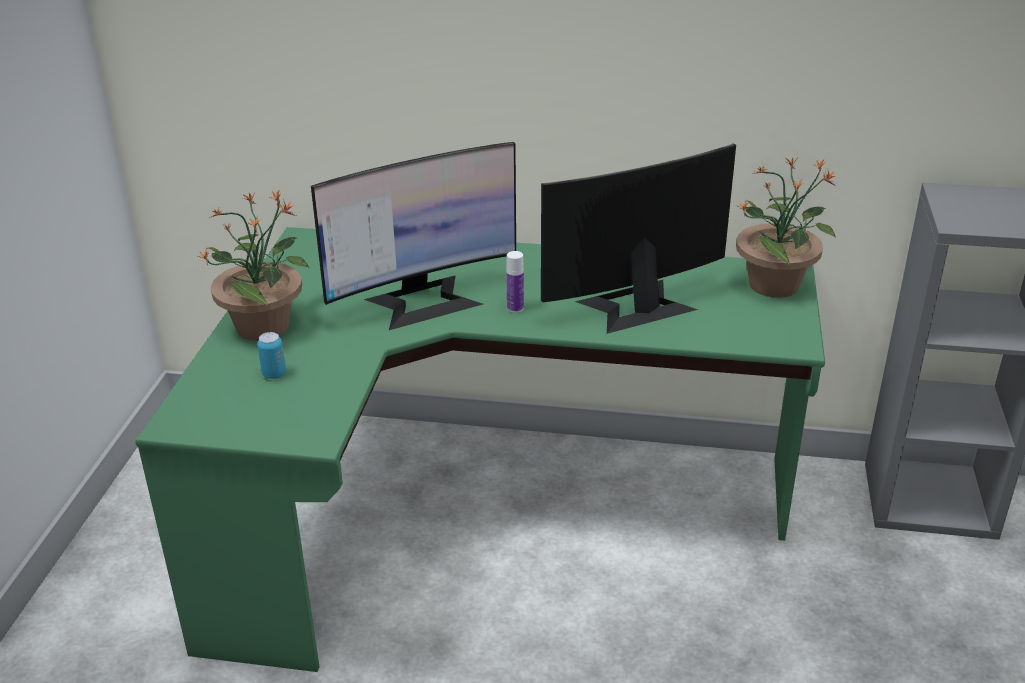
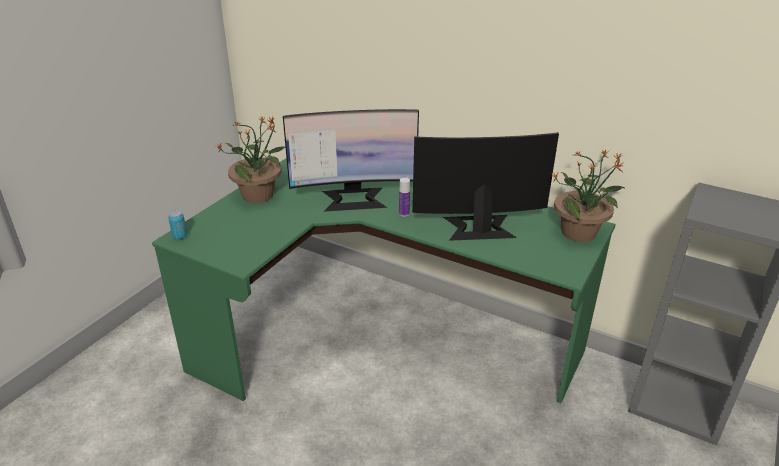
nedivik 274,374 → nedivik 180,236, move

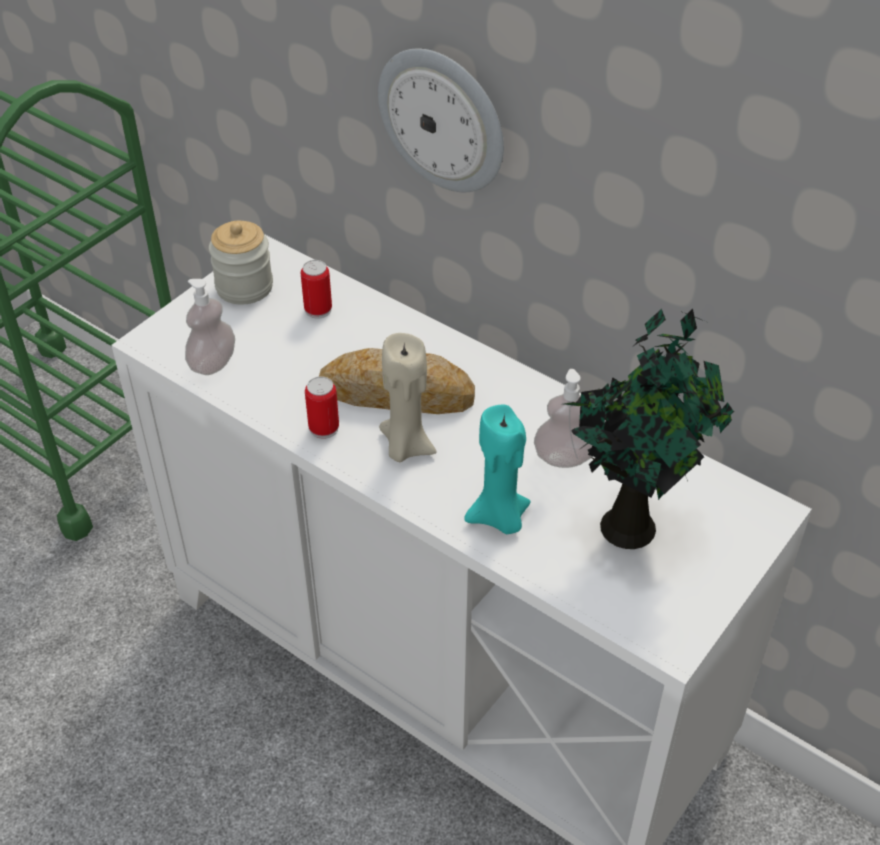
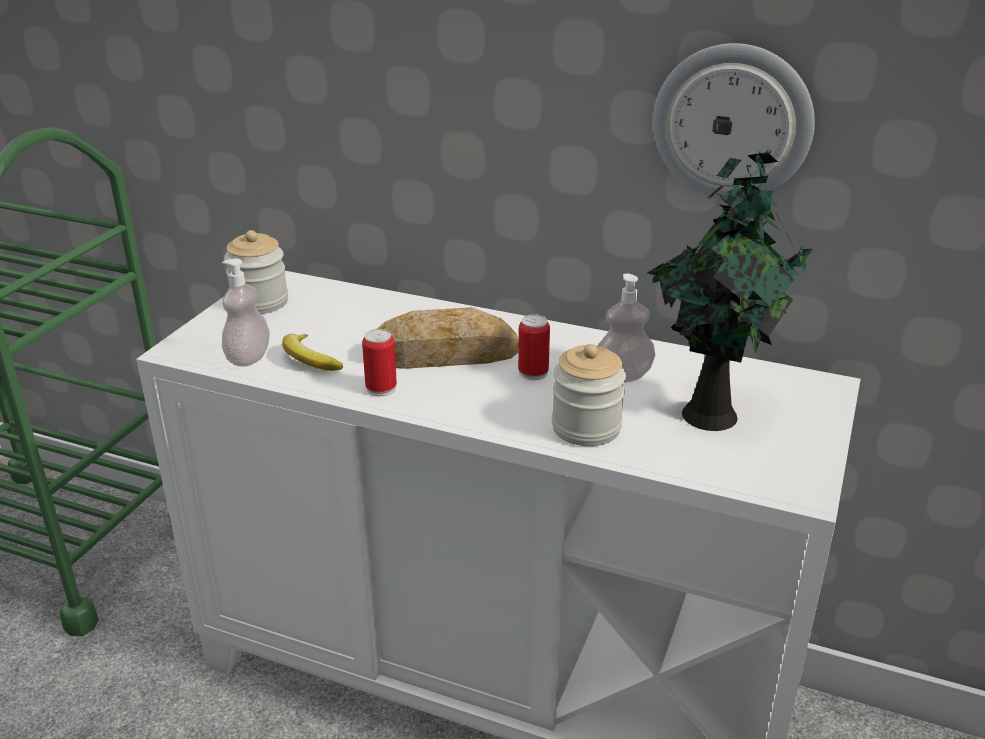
- → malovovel 309,359
nedivik 318,309 → nedivik 533,372, move
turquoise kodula 499,518 → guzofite 586,427
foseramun 443,119 → foseramun 732,123, move
beige kodula 405,447 → -

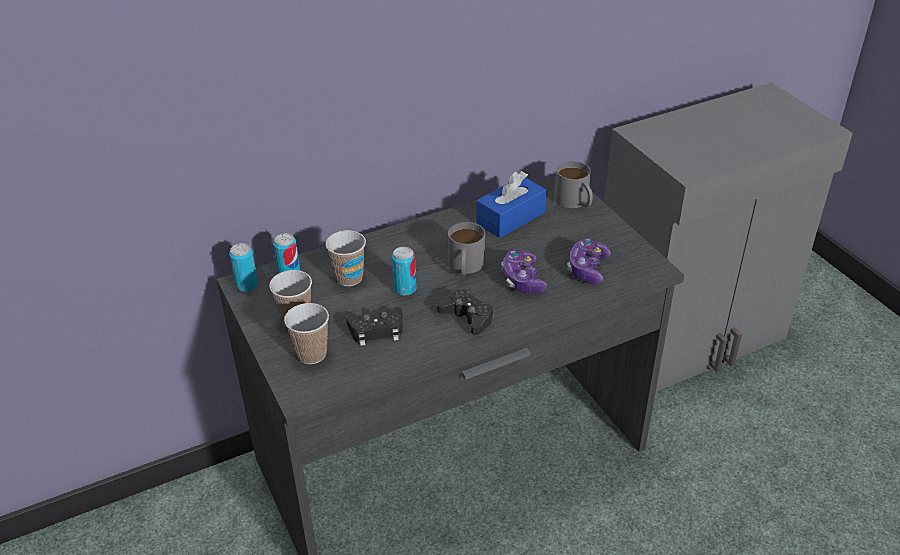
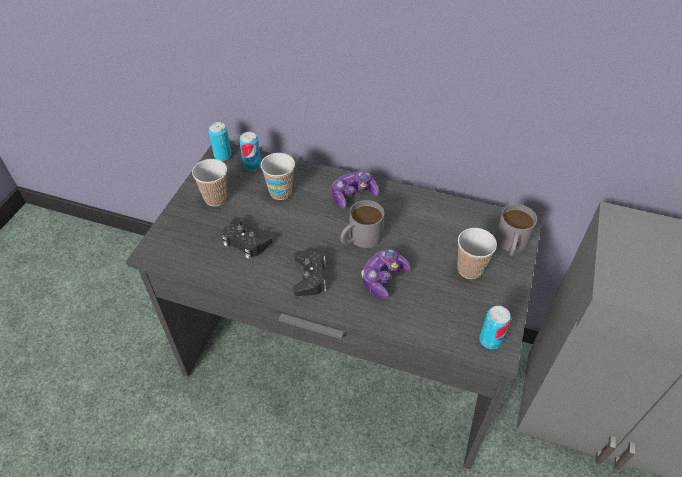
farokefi 587,269 → farokefi 353,195, move
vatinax 312,354 → vatinax 469,269, move
nedivik 405,289 → nedivik 490,340, move
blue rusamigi 510,218 → -

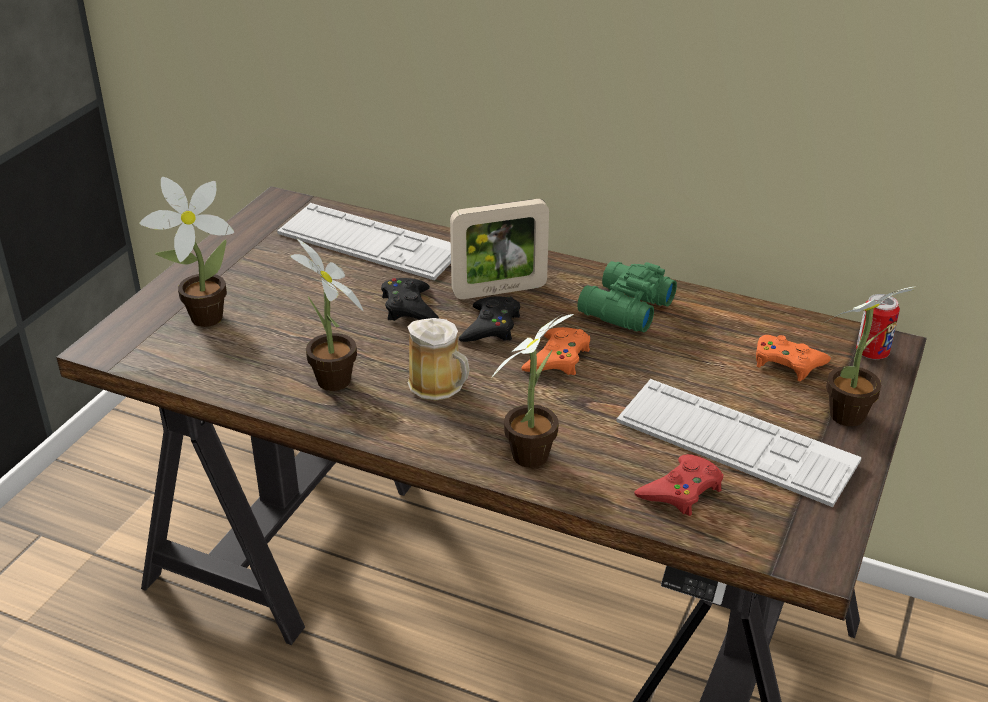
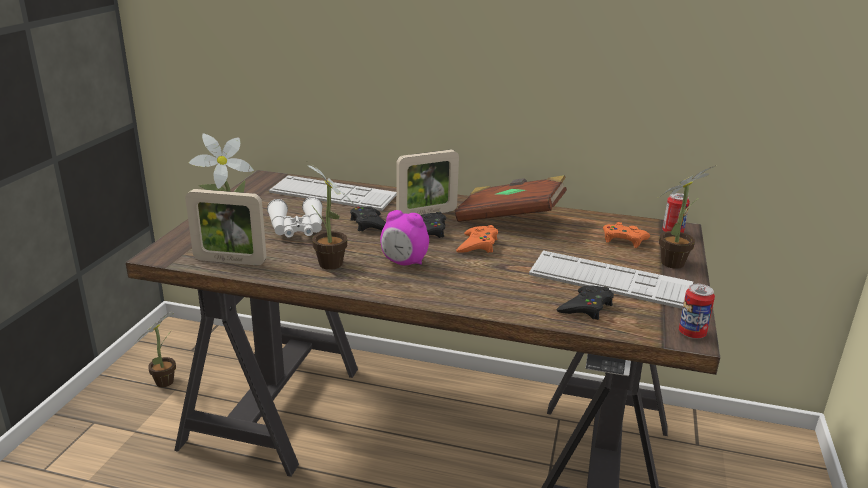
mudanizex 535,452 → mudanizex 167,380, move
- → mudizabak 230,261
- → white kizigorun 297,229
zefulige 439,385 → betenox 404,263
green kizigorun 623,308 → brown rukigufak 510,219
red farokefi 681,491 → black farokefi 586,307
- → nedivik 692,333

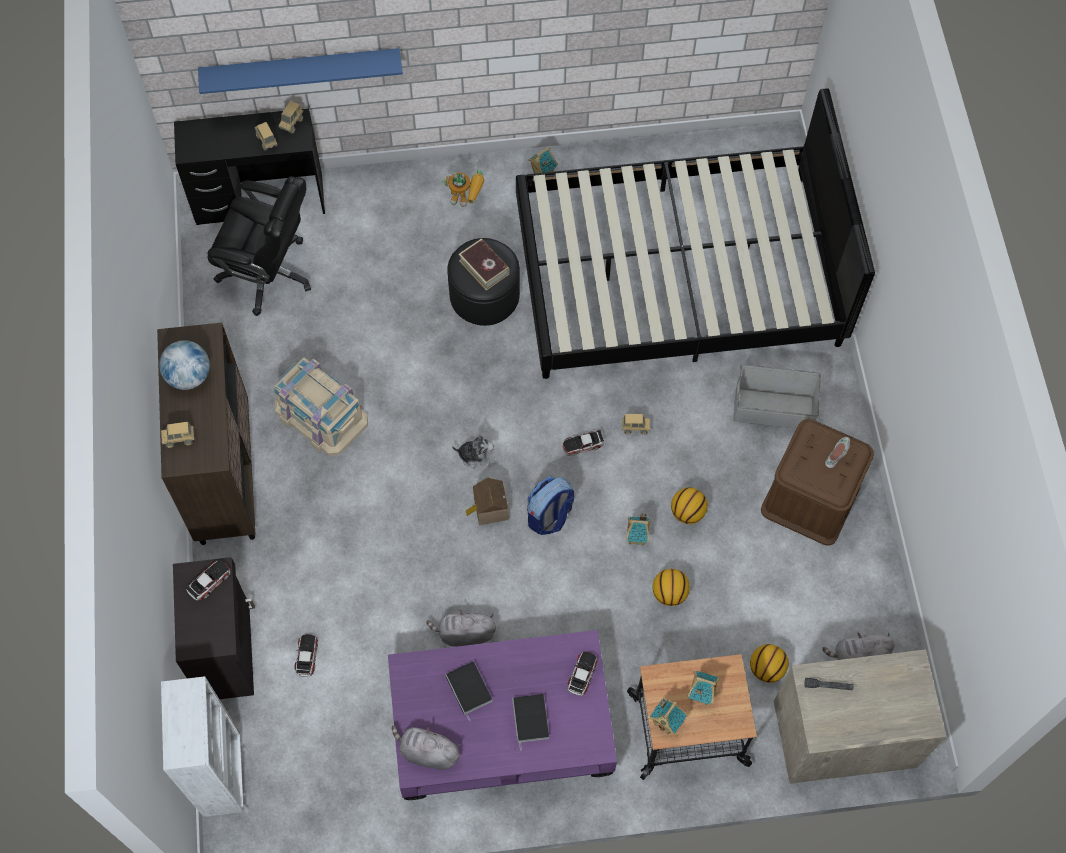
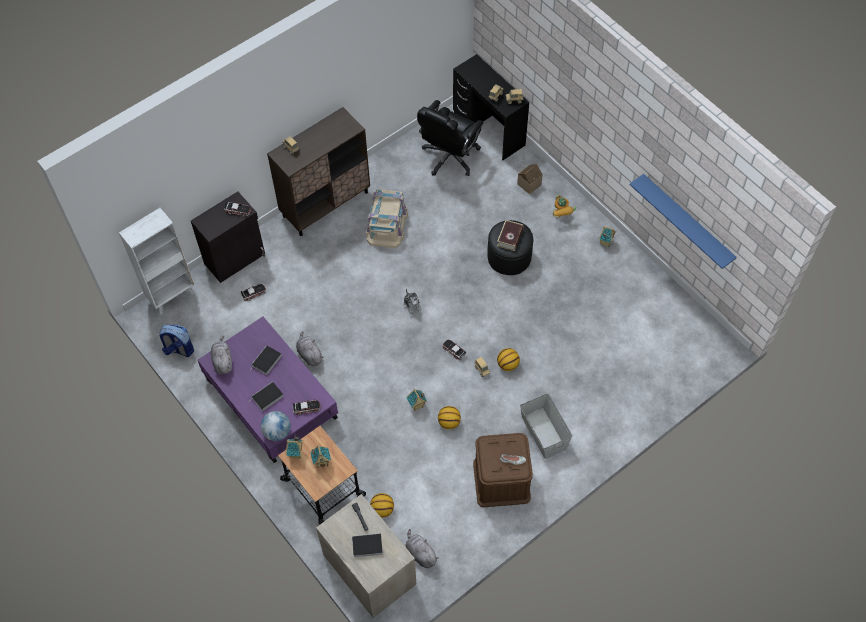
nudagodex 549,516 → nudagodex 179,349, move
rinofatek 189,376 → rinofatek 277,432, move
- → rukigufak 366,546
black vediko 268,273 → black vediko 449,157, 45 degrees clockwise
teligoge 669,593 → teligoge 508,365, move
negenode 489,509 → negenode 528,184, move
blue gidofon 301,68 → blue gidofon 687,221, move
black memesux 678,276 → -

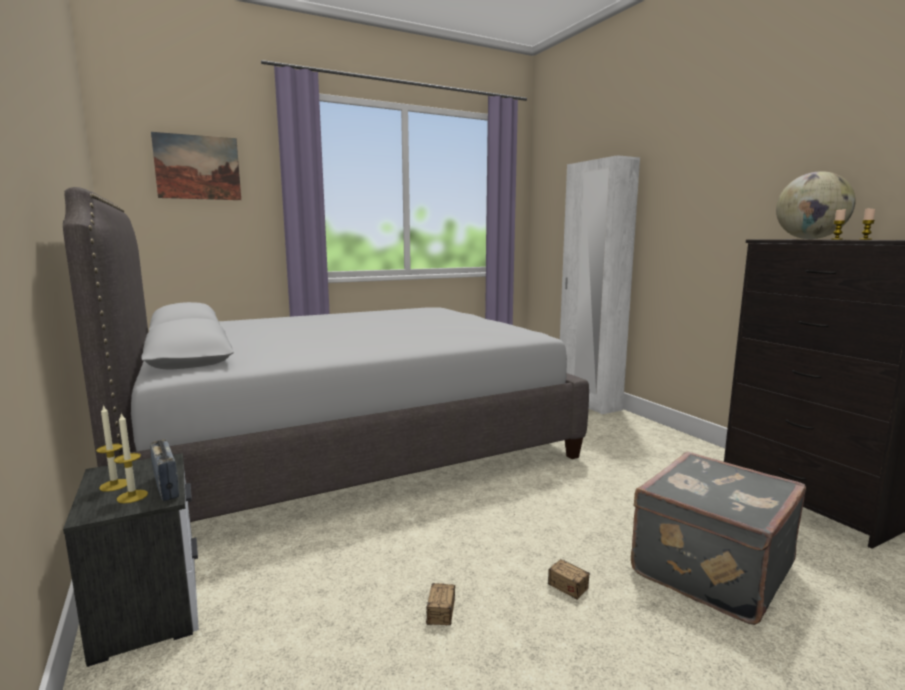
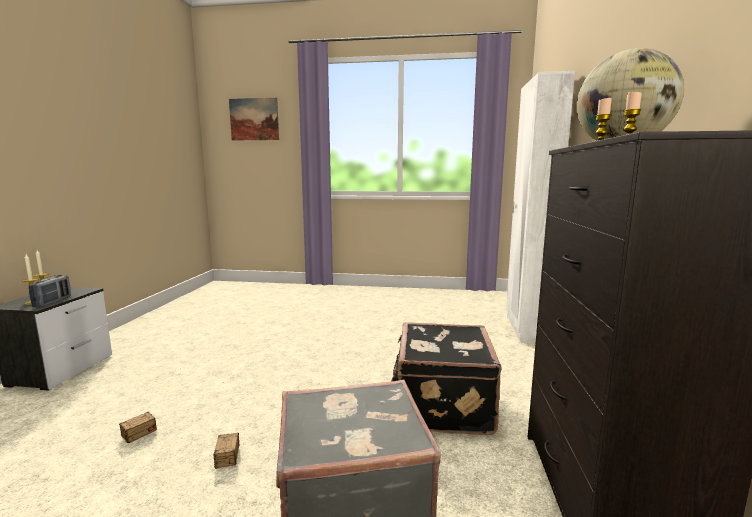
- → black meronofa 441,405
grey memesux 346,445 → -

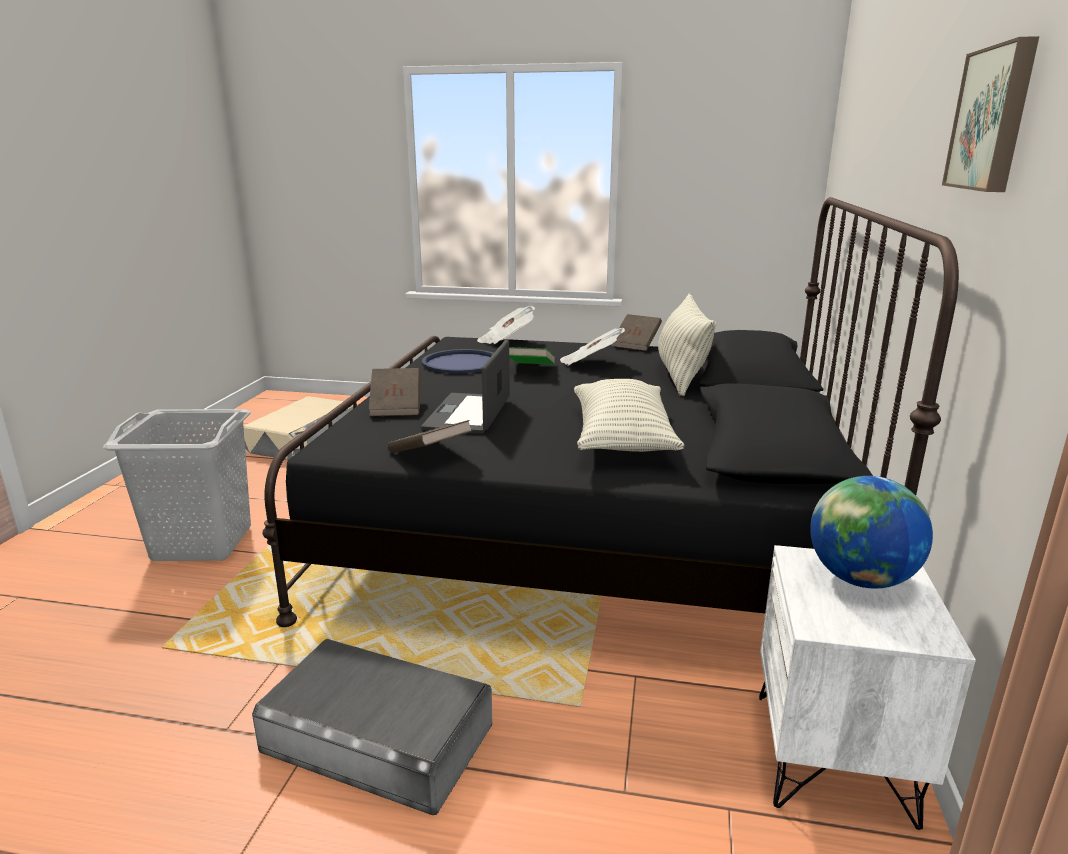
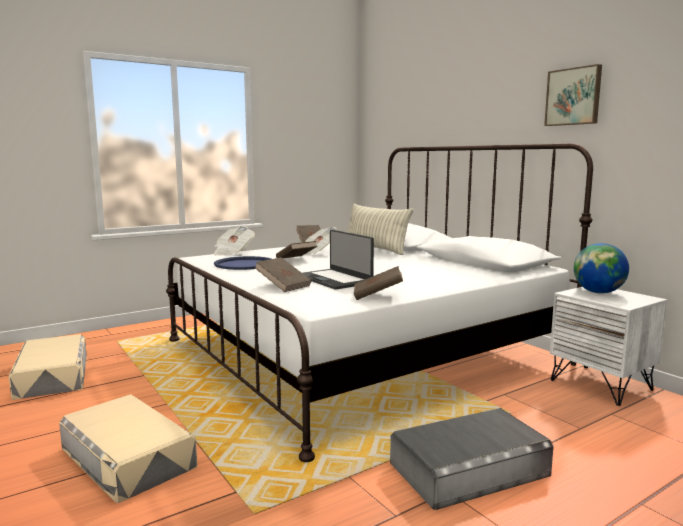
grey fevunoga 202,543 → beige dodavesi 127,457
black memesux 591,524 → white memesux 361,351
green rukigufak 530,369 → brown rukigufak 296,260
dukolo 622,438 → -

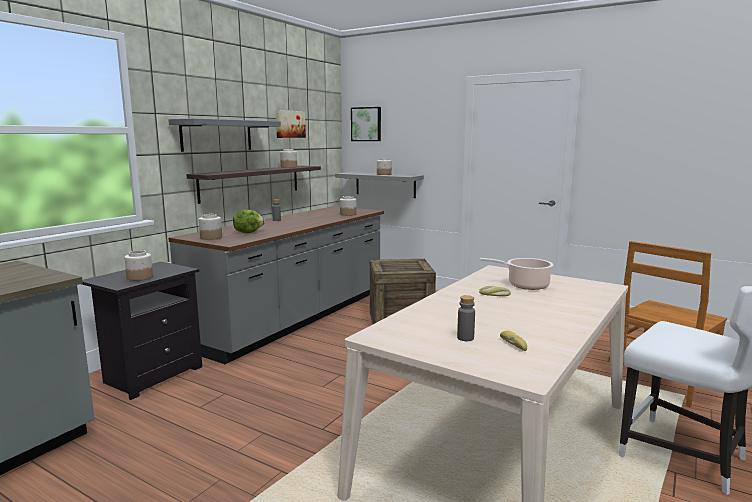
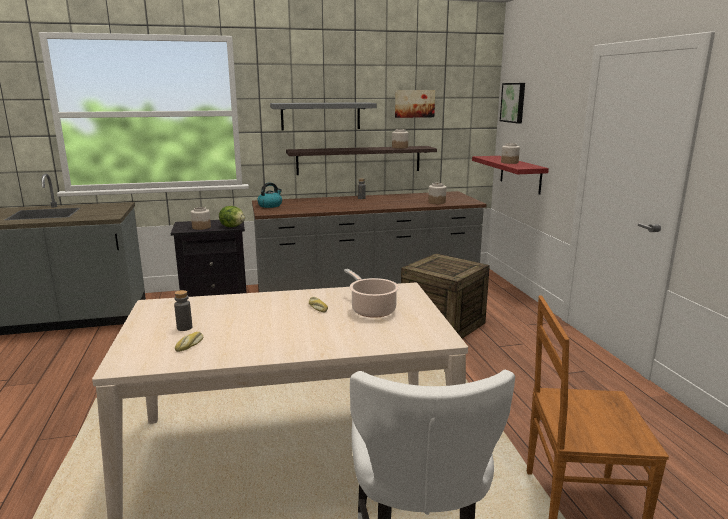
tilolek 248,232 → tilolek 233,226, move
guzofite 211,237 → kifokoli 270,205
grey gidofon 385,184 → red gidofon 520,174

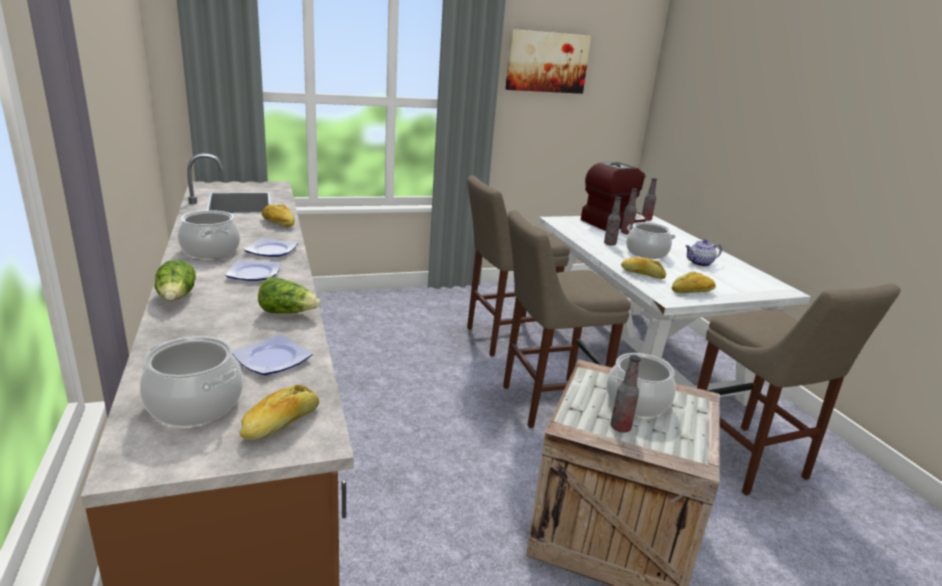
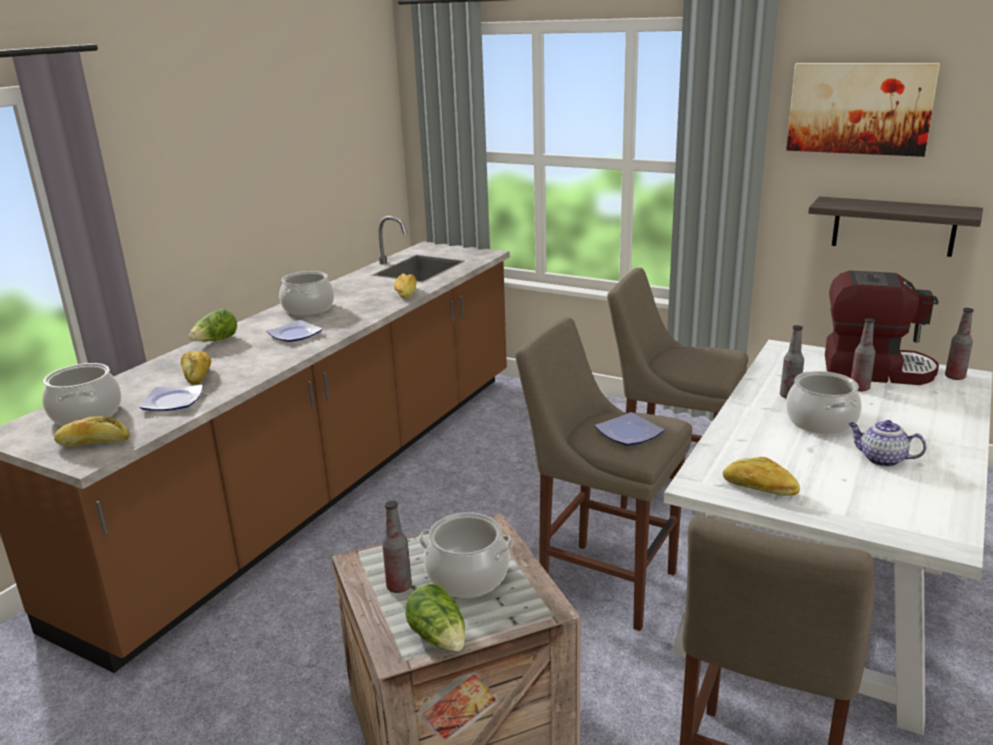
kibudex 642,274 → kibudex 198,375, move
tilolek 288,312 → tilolek 439,637, move
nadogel 272,251 → nadogel 629,434, move
- → gidofon 893,226

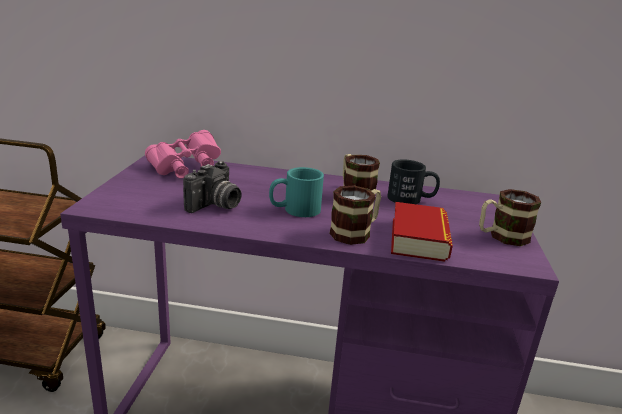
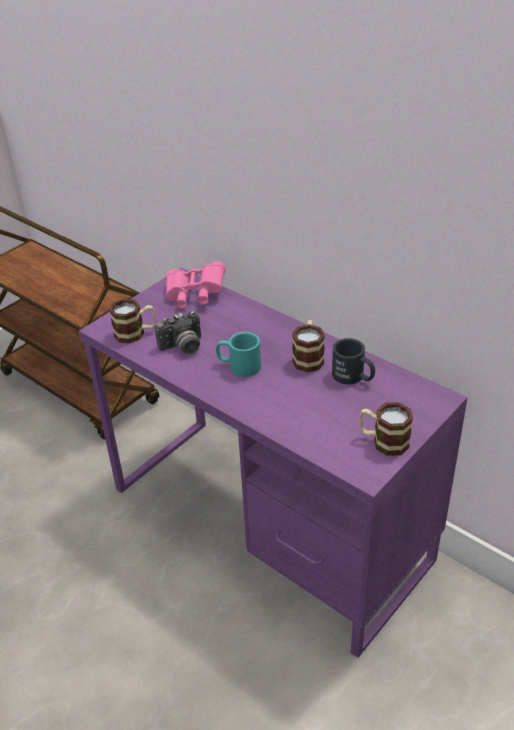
zefulige 356,232 → zefulige 136,333, move
rukigufak 419,239 → -

